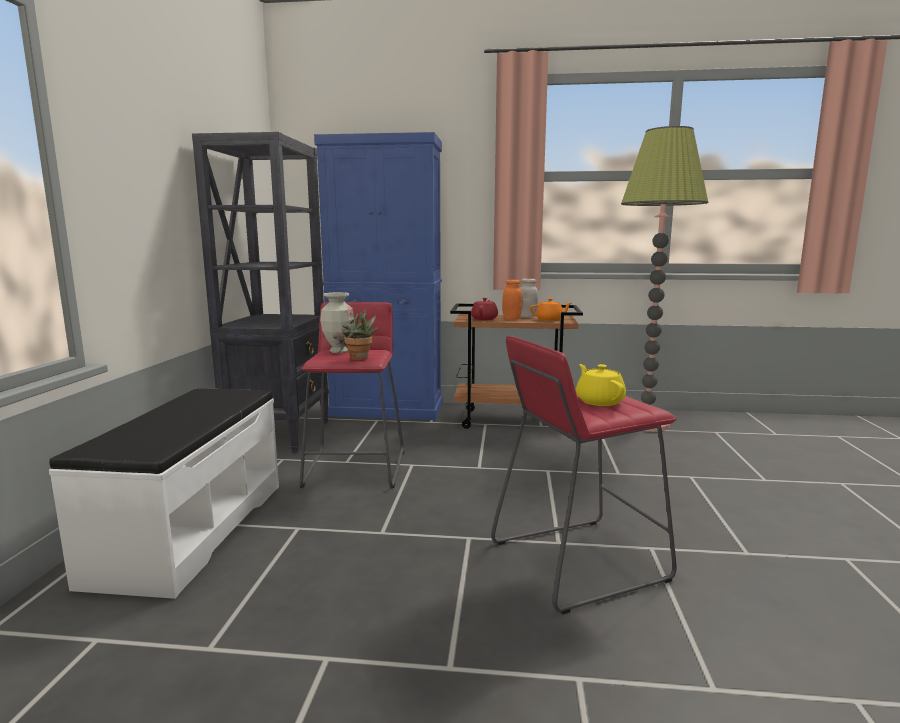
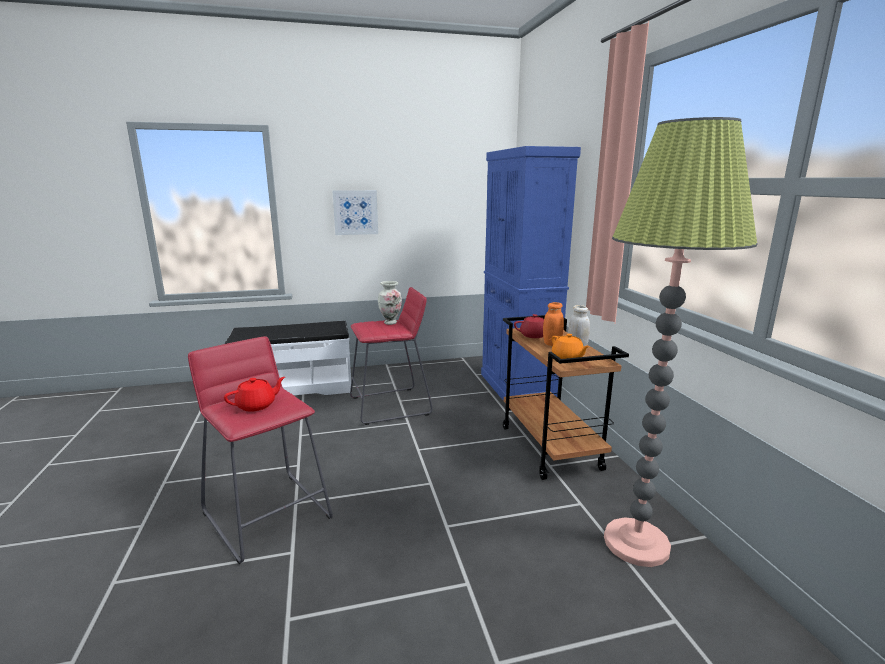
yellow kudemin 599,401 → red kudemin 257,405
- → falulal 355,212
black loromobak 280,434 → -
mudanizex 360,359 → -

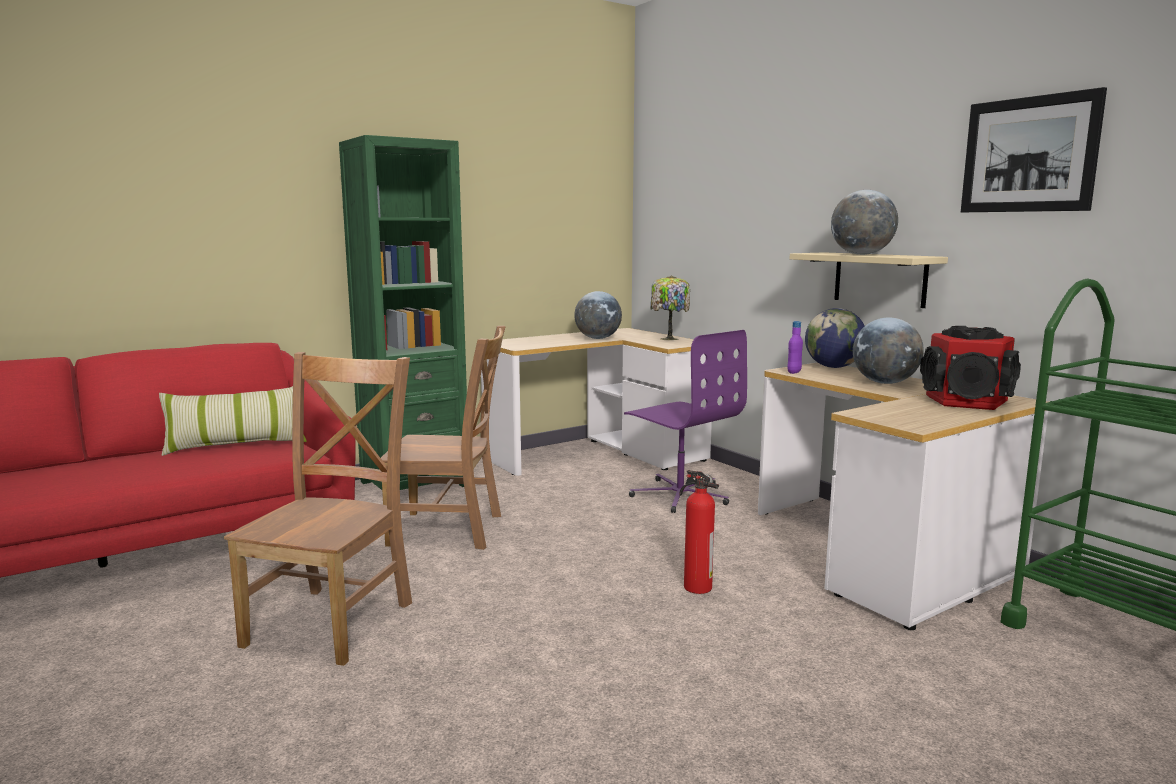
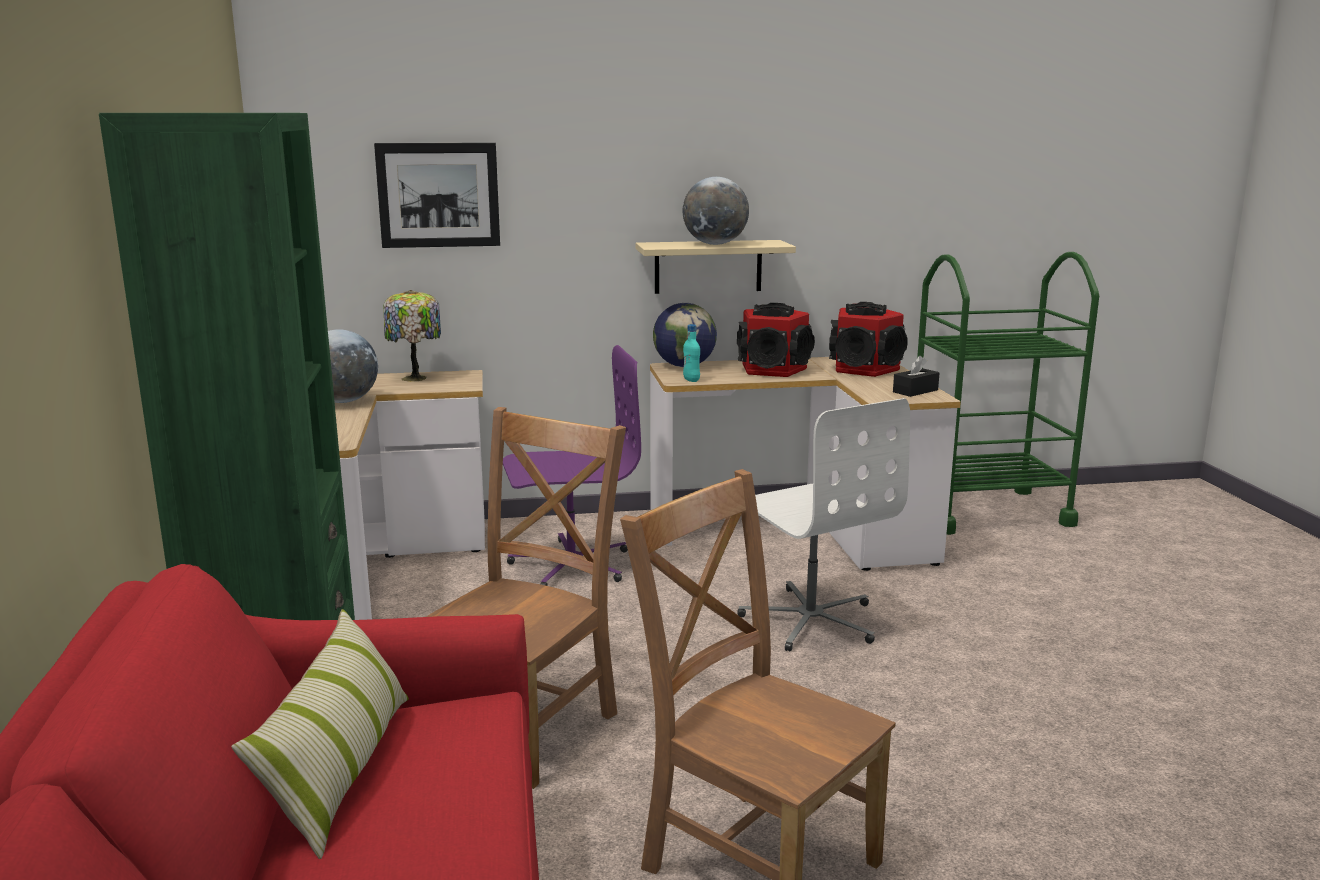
falulal 1029,155 → falulal 438,195, move
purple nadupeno 794,372 → turquoise nadupeno 691,380
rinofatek 885,383 → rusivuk 773,369
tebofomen 695,586 → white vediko 810,620
- → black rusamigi 915,391

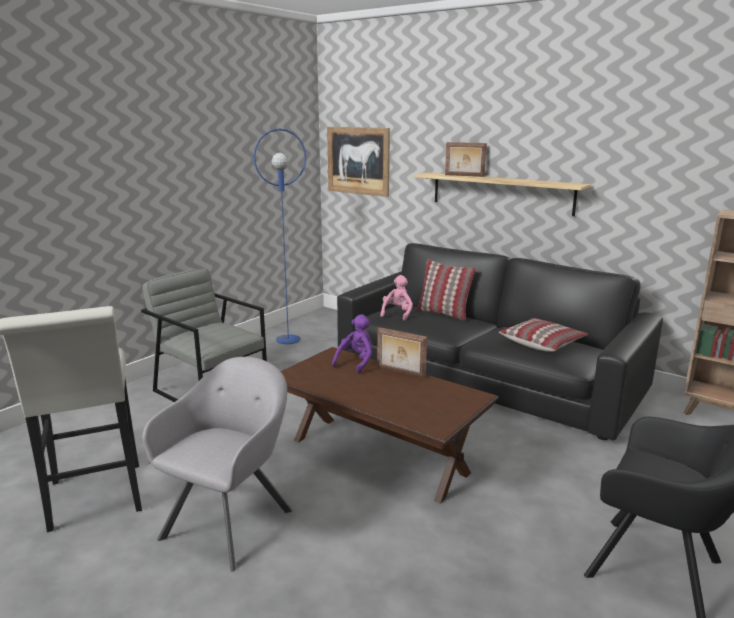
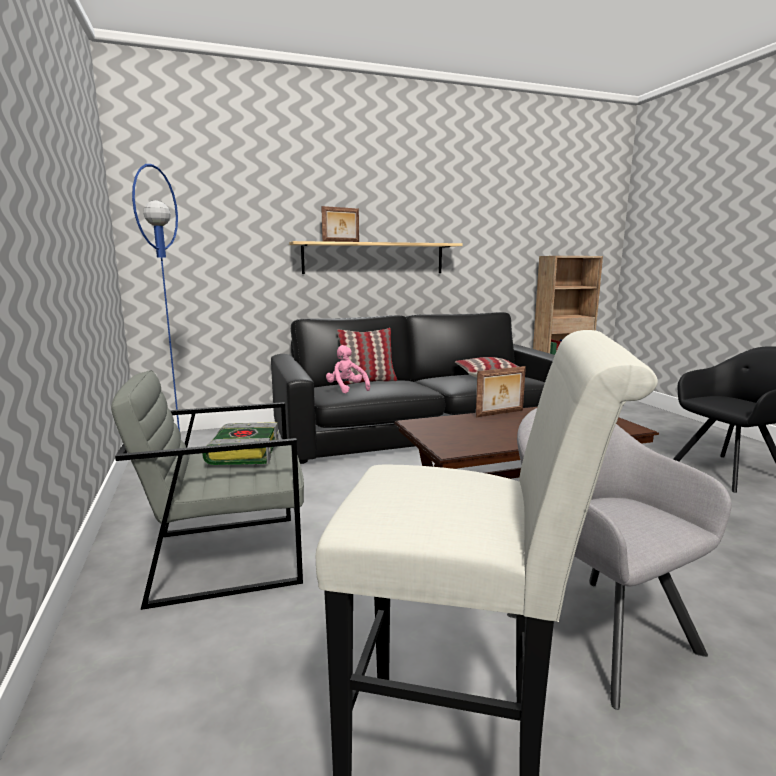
- → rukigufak 243,452
falulal 358,160 → -
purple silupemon 356,362 → -

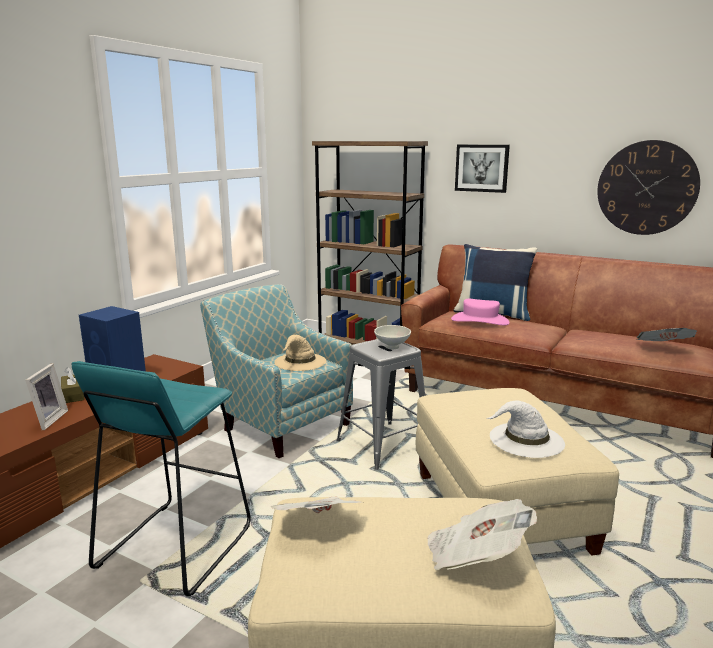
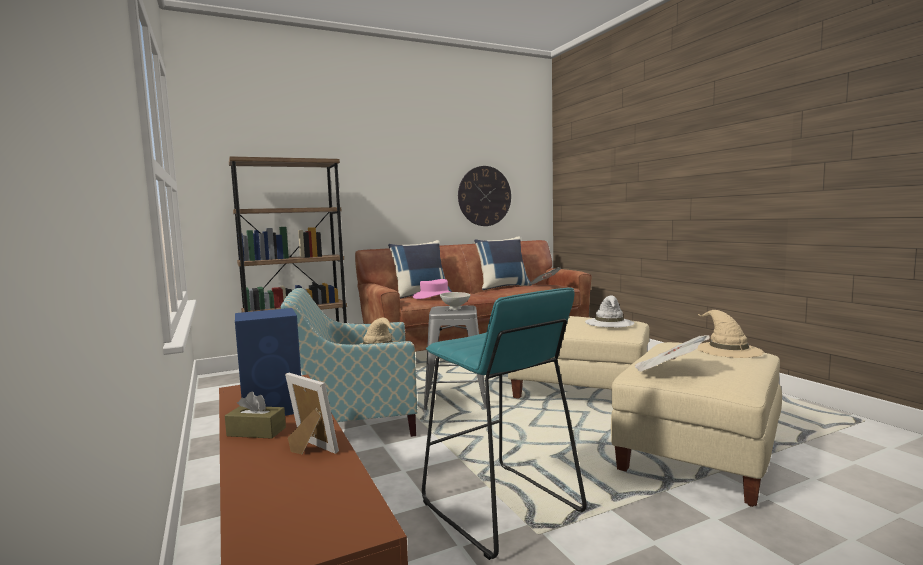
- → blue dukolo 503,287
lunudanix 475,557 → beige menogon 727,349
falulal 482,168 → -

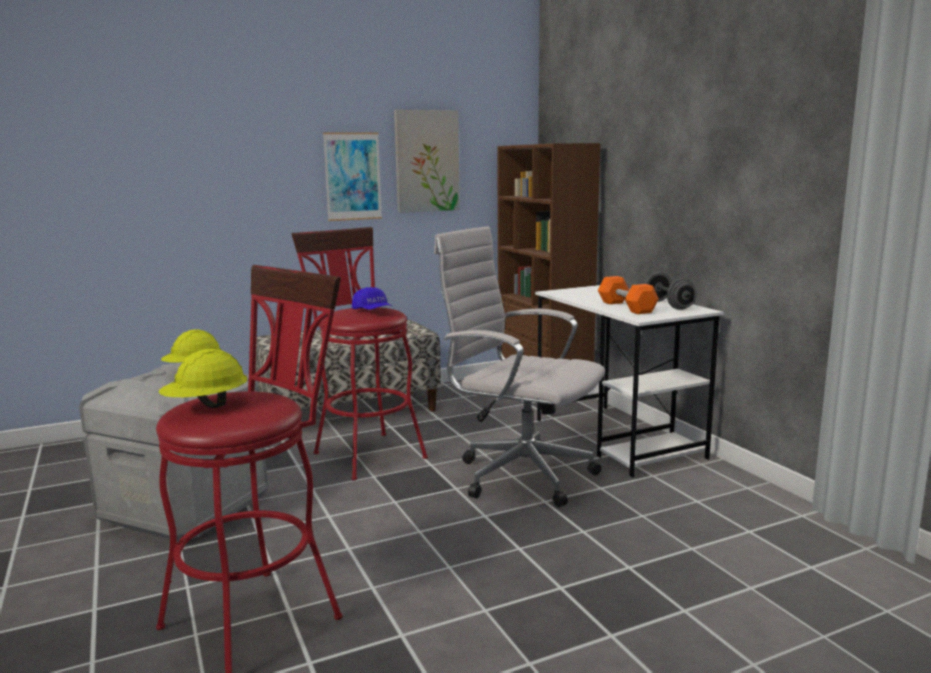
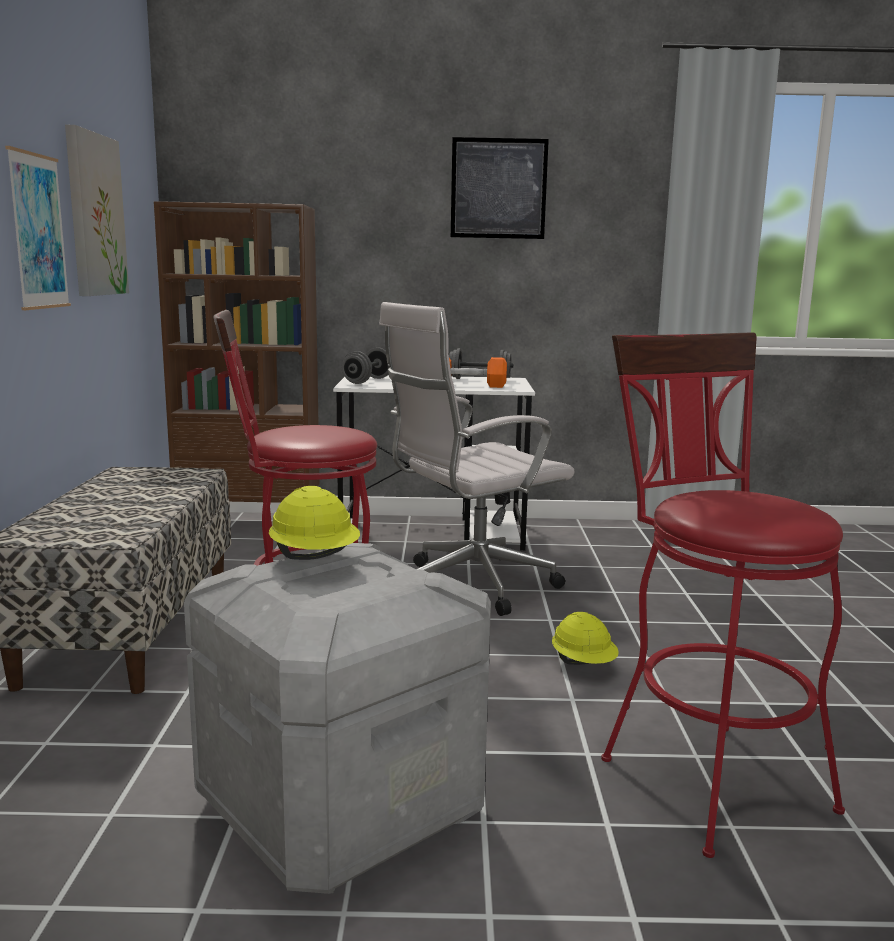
- → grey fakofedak 367,381
- → falulal 498,188
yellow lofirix 206,406 → yellow lofirix 584,664, move
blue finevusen 373,311 → -

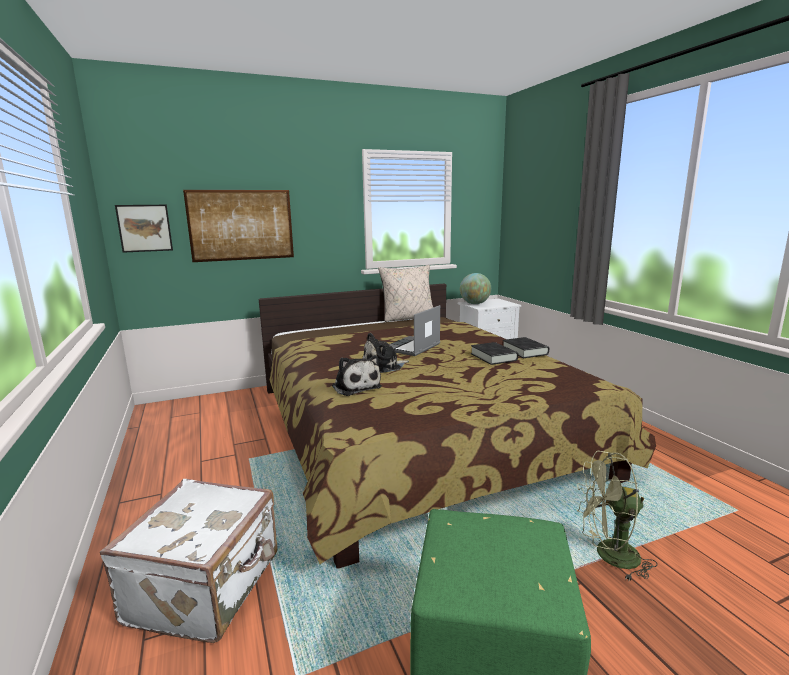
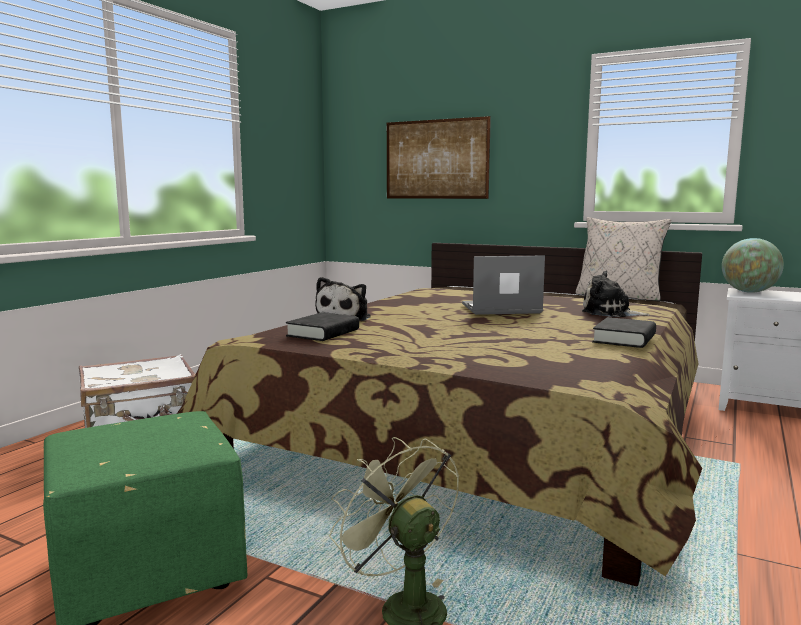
black rukigufak 493,357 → black rukigufak 323,333, move
silupemon 384,366 → silupemon 610,313, move
falulal 144,228 → -

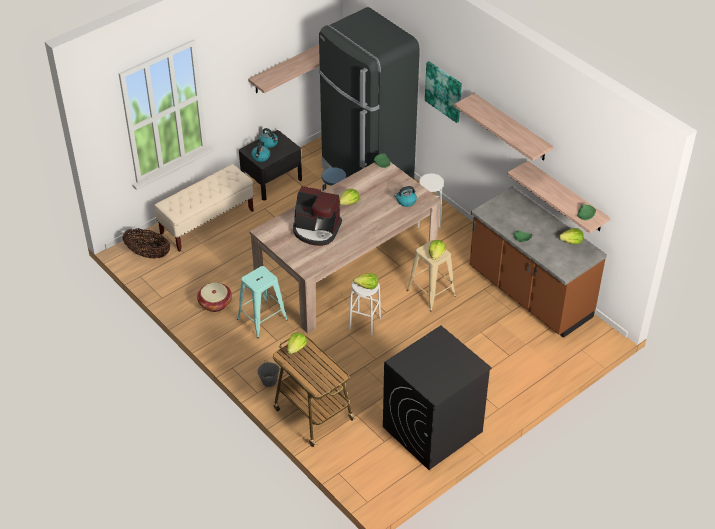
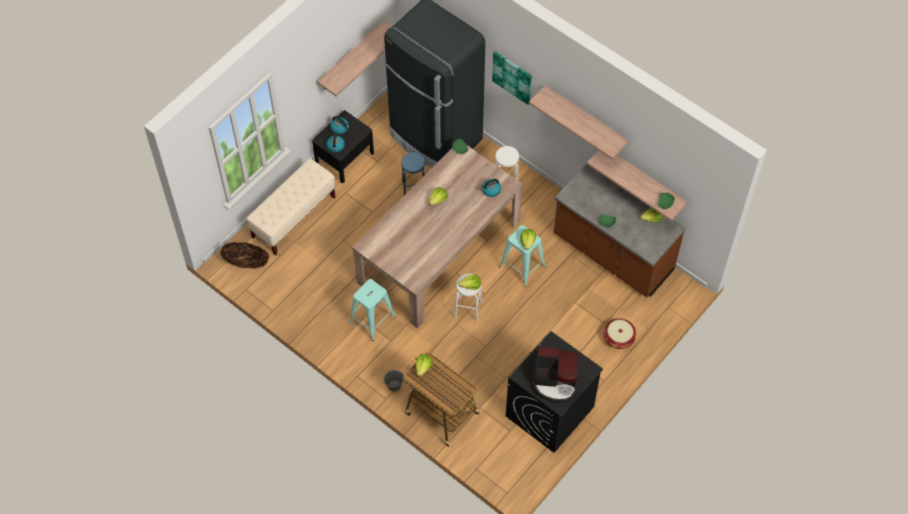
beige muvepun 431,293 → turquoise muvepun 522,266
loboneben 316,230 → loboneben 555,382, move
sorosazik 215,303 → sorosazik 618,338, move

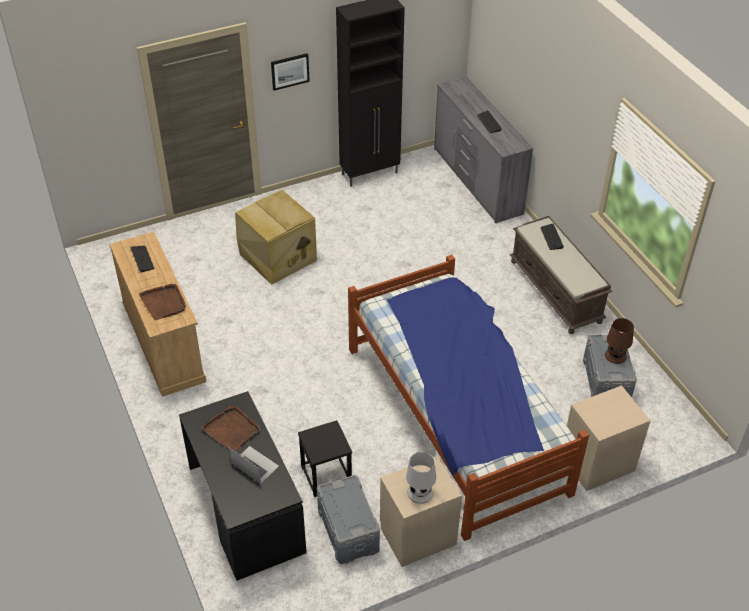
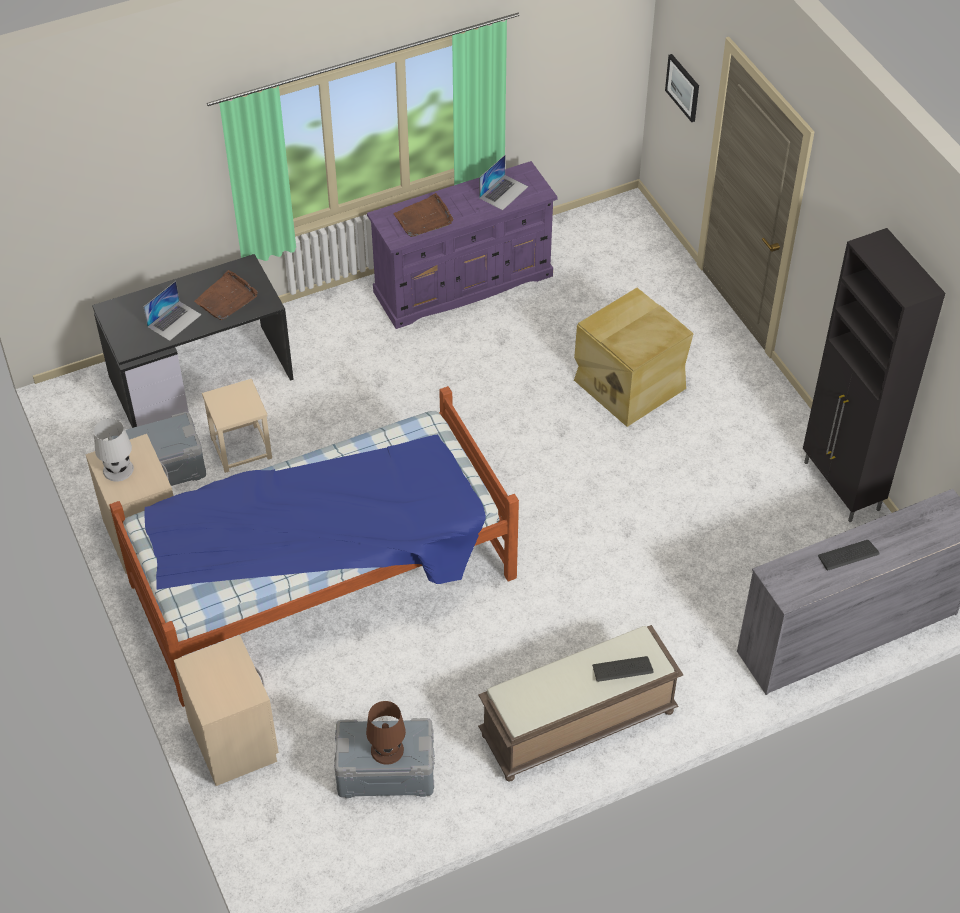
black muvepun 326,475 → beige muvepun 241,448
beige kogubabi 163,341 → purple kogubabi 464,283
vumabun 142,259 → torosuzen 503,192
falulal 290,71 → falulal 683,87, move

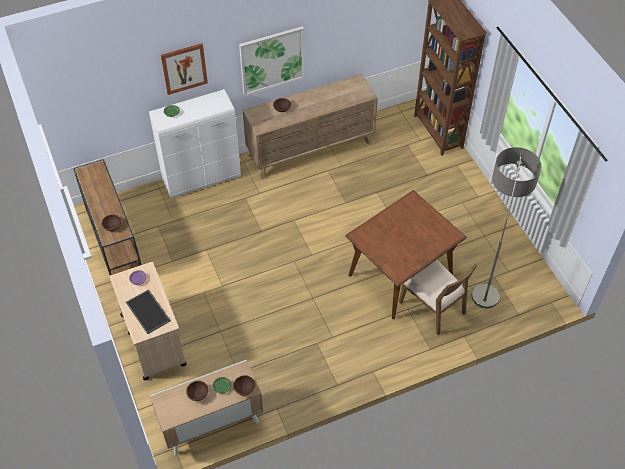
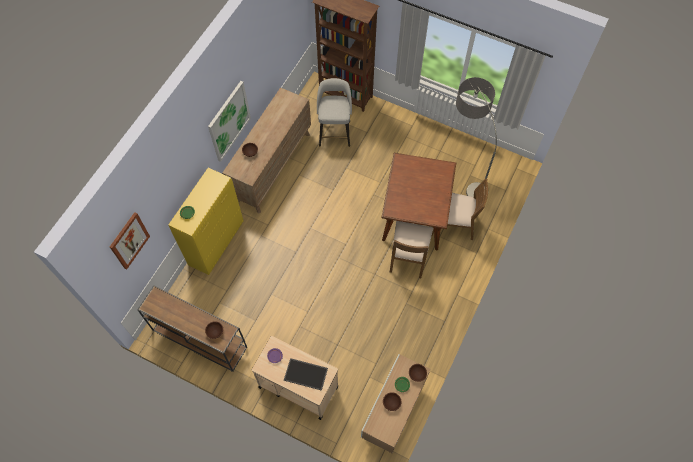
falulal 184,68 → falulal 129,240, move
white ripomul 202,178 → yellow ripomul 216,243
- → grey muvepun 335,132
- → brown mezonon 408,256

